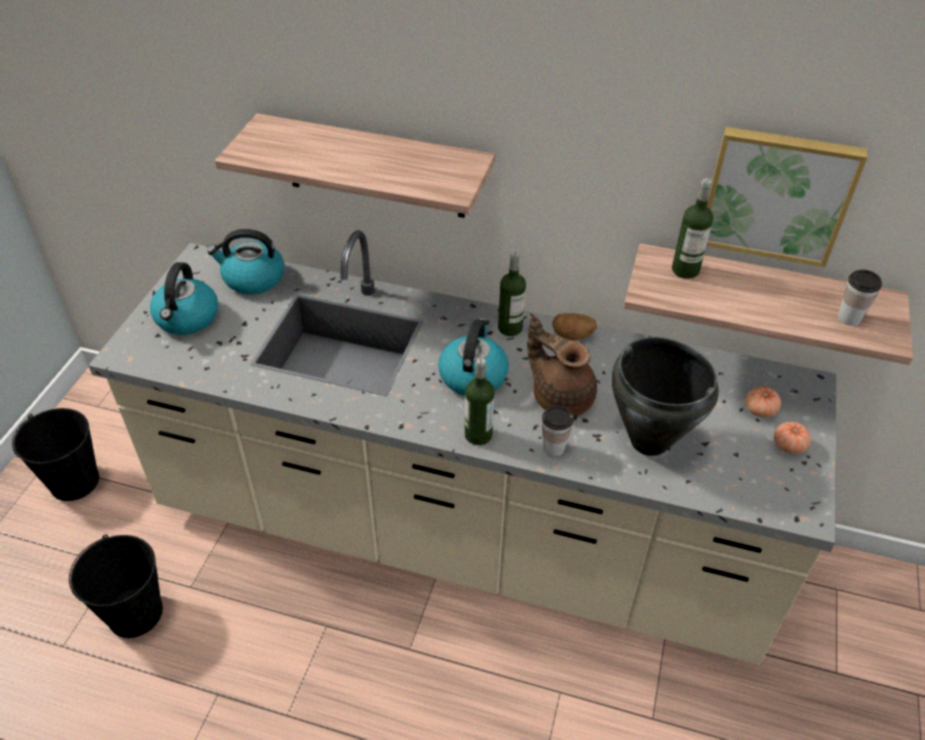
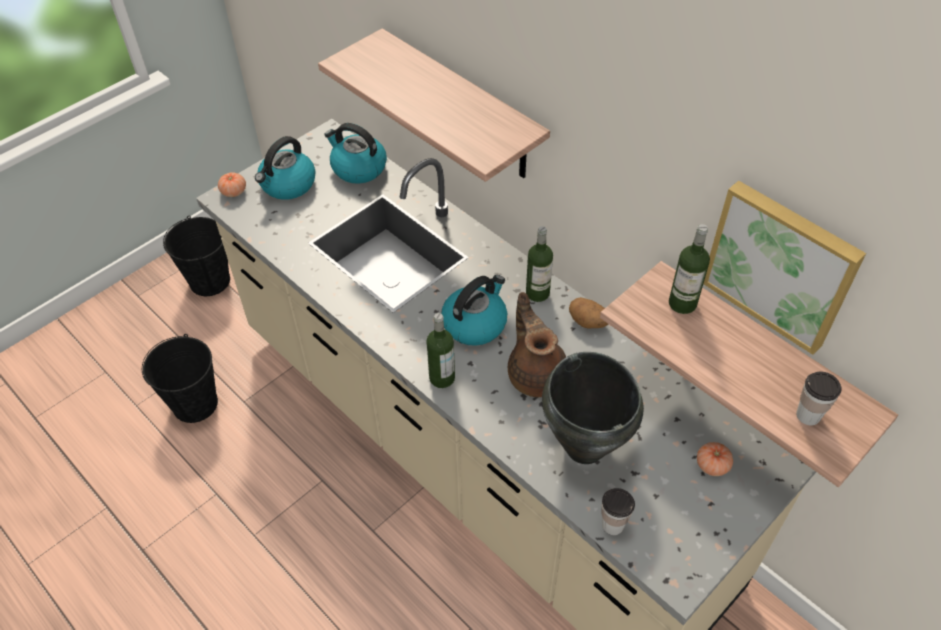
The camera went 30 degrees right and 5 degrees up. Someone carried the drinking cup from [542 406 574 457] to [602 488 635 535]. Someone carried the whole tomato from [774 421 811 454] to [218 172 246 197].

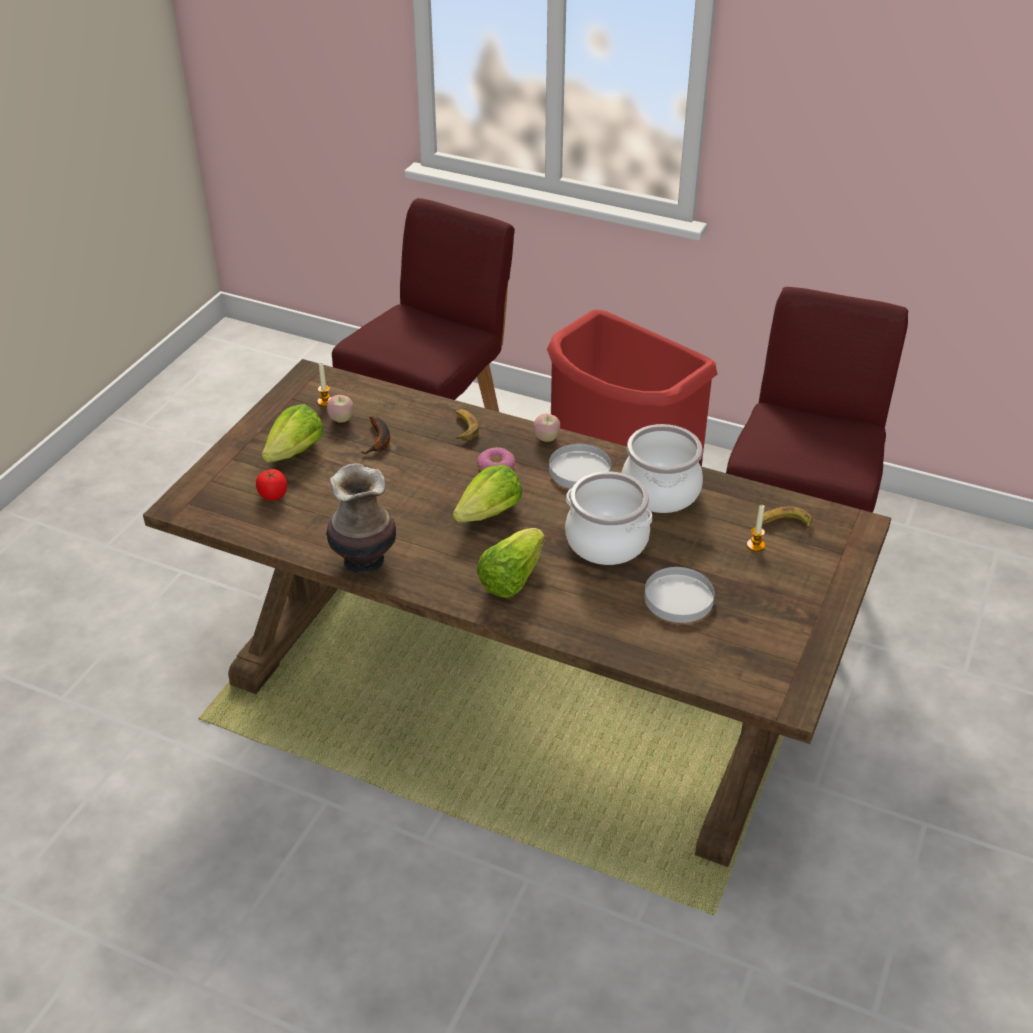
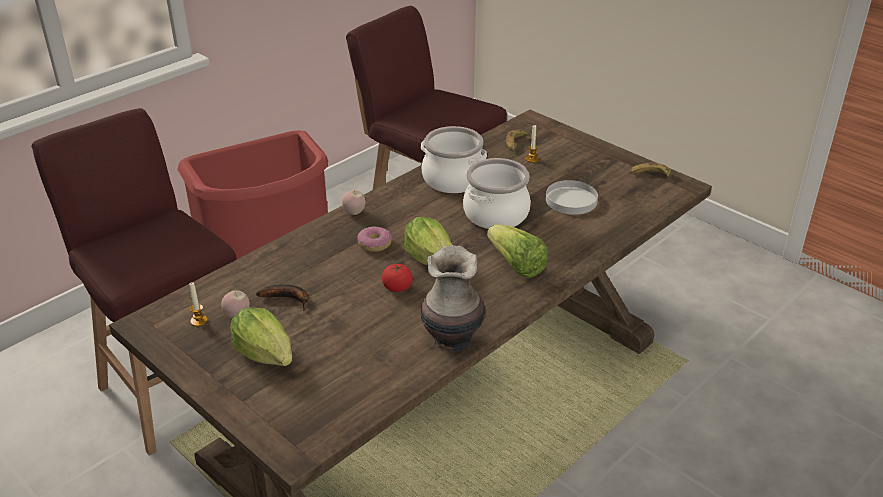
The camera went 70 degrees left and 5 degrees down. Someone carried the whole tomato from [256 469 287 501] to [382 264 413 292]. Someone carried the whole banana from [455 409 479 441] to [630 163 671 179]. Someone took away the dinner plate (white-coloured) at [549 444 611 488].

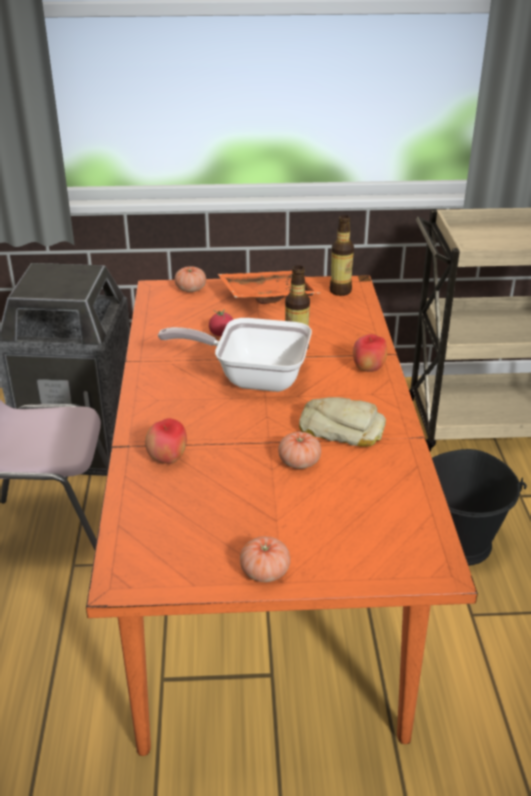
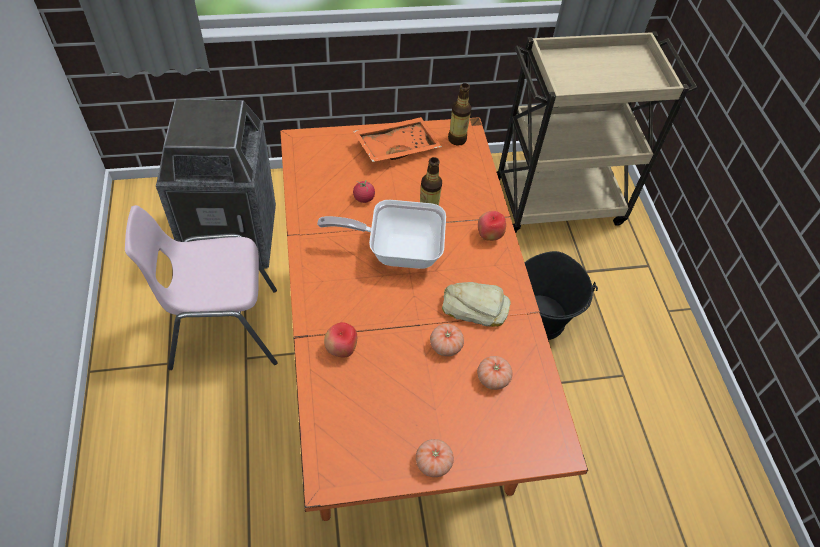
The camera went 10 degrees left and 20 degrees up. Someone carried the whole tomato from [175 266 206 292] to [477 356 513 390].

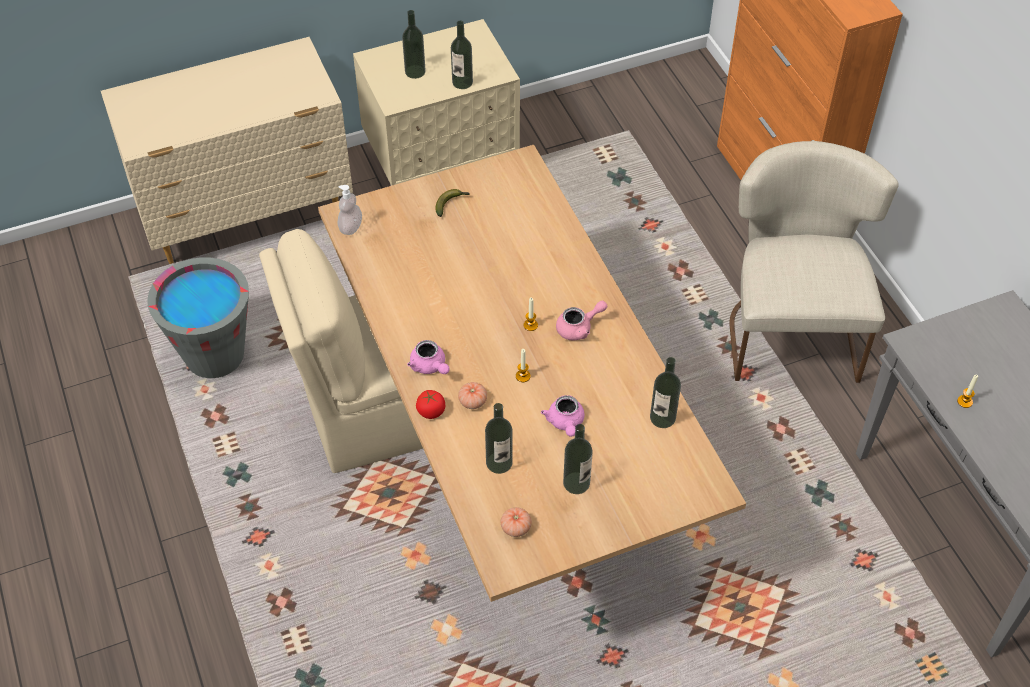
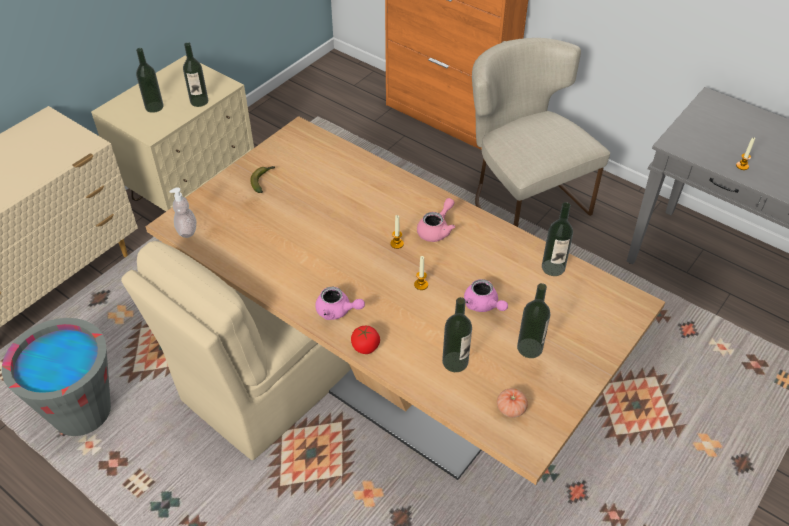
The camera went 30 degrees left and 5 degrees down. Someone took away the whole tomato at [458 382 487 409].

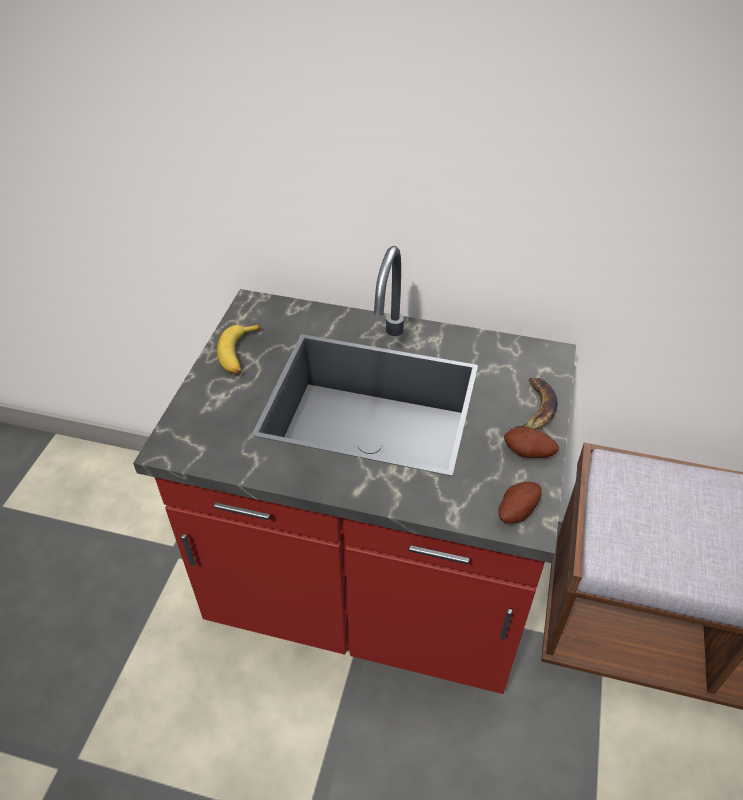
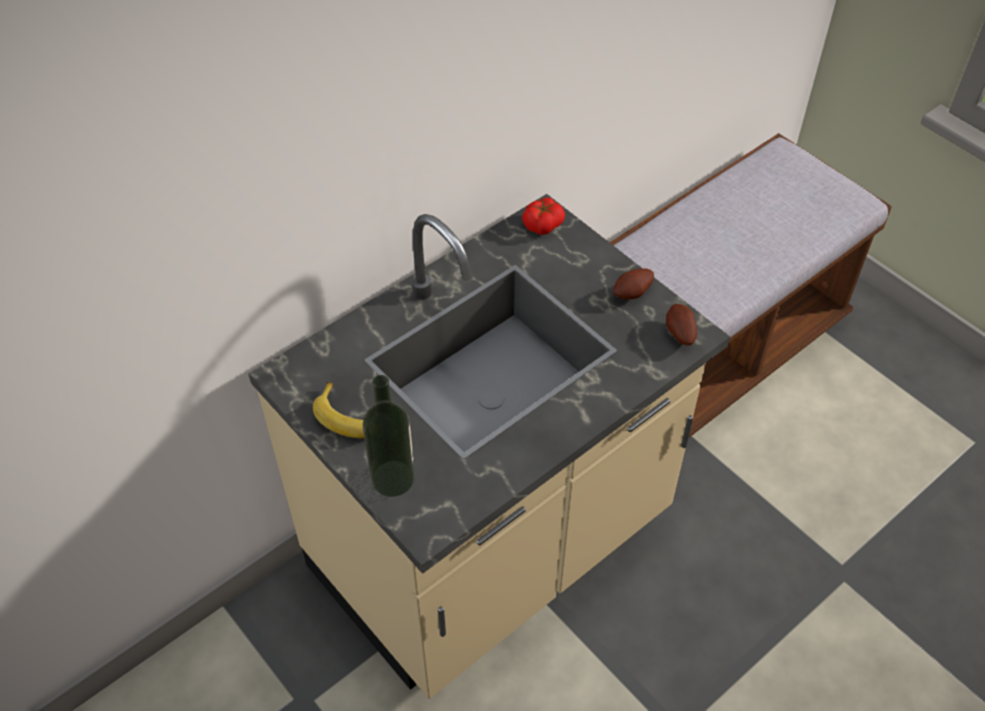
The camera went 55 degrees left and 5 degrees up. Someone repainted the kitchen counter (red) at [133 246 576 694], which became the kitchen counter (beige-coloured) at [248 194 730 699]. Someone took away the whole banana at [510 378 558 430]. Someone put down the drink bottle at [363 375 415 497]. Someone put down the whole tomato at [522 198 565 235].

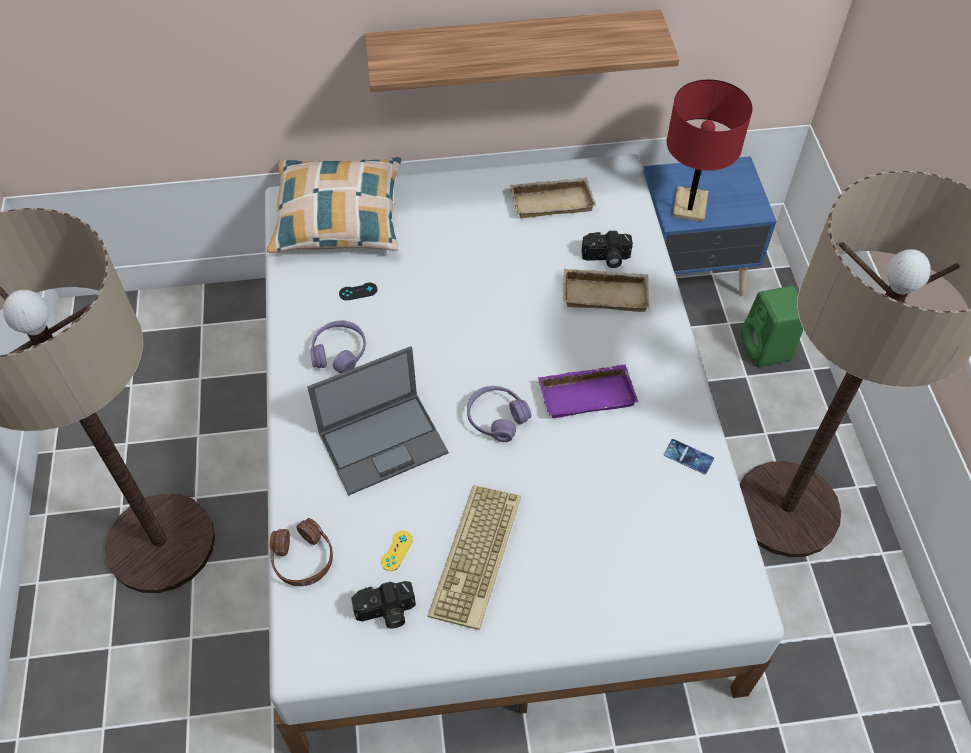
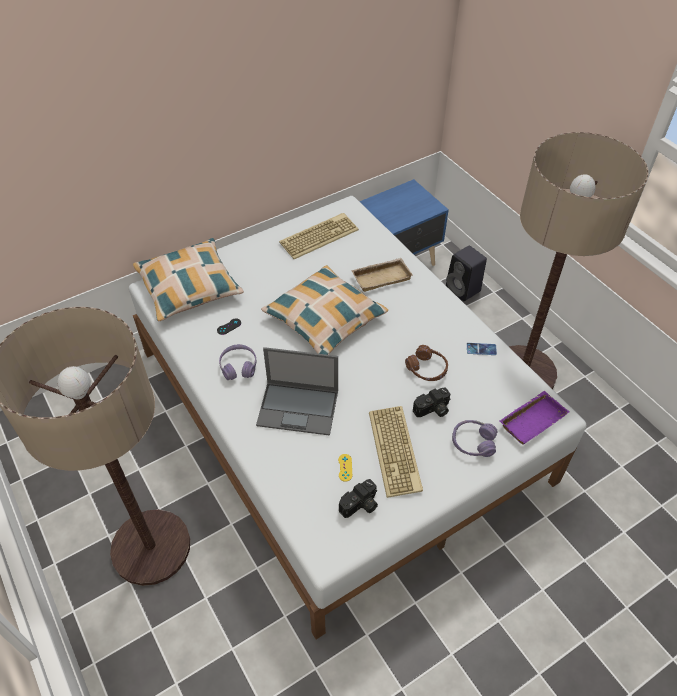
The camera went 25 degrees left and 5 degrees down. Someone carried the pair of headphones (brown) from [270 518 333 586] to [405 345 448 381]. Someone rotated the laptop at [307 346 449 496] by 60 degrees clockwise. Someone took away the bracket shelf at [365 9 679 92]. Someone carried the pair of headphones (purple-coloured) from [467 386 531 442] to [452 420 498 457]. Someone swapped the tray (beige-coloured) at [510 177 596 218] for the PC keyboard at [279 213 359 259]. Someone carried the tray (purple-coloured) from [538 364 639 418] to [500 391 569 445]. Someone carried the still camera from [582 231 633 268] to [413 388 450 417]. Someone took away the table lamp (red) at [667 79 752 222]. Someone repainted the audio speaker (greenish) at [741 286 803 367], which became the audio speaker (black-coloured) at [446 245 487 301]. Someone put down the pillow at [261 265 388 355].

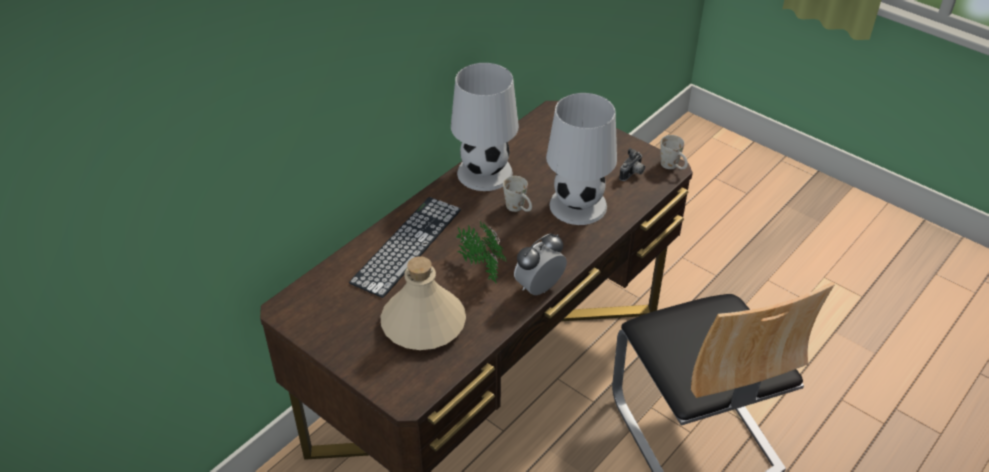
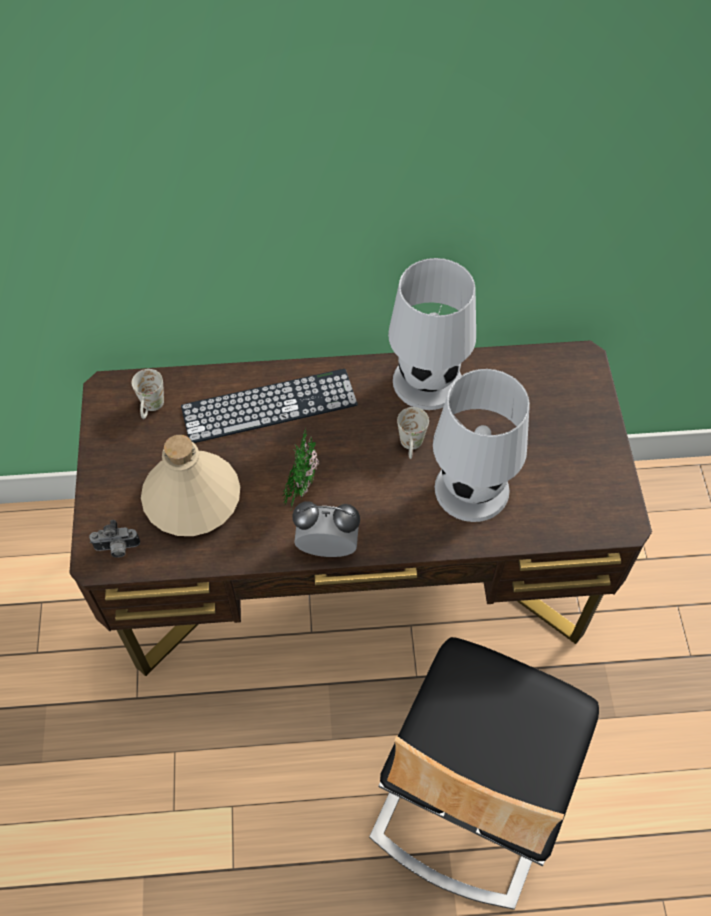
The camera went 45 degrees right and 15 degrees up. Someone carried the still camera from [619 148 645 181] to [89 520 140 558]. Someone carried the tea mug (white-coloured) from [660 135 688 170] to [132 369 164 419].

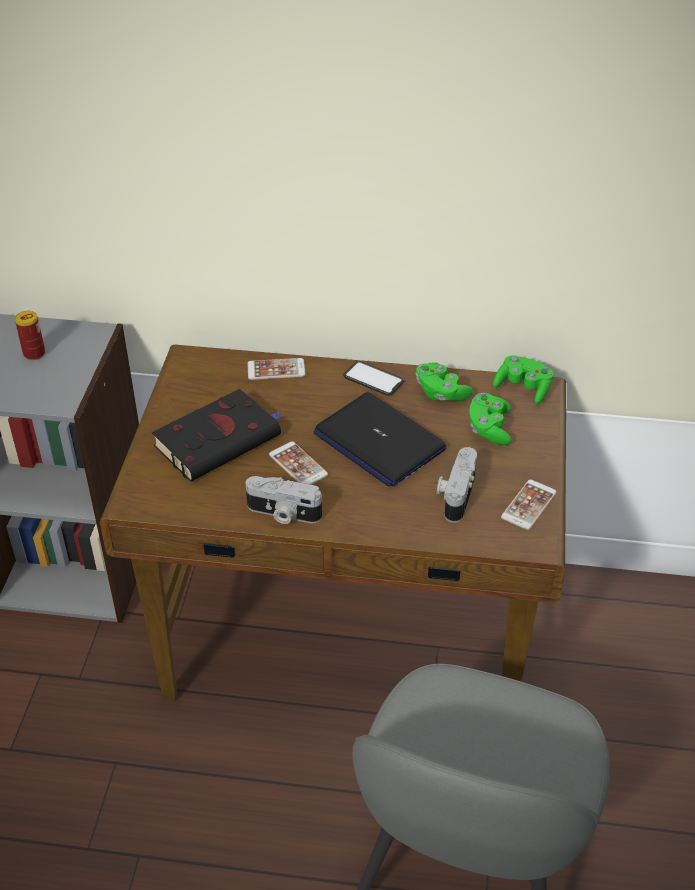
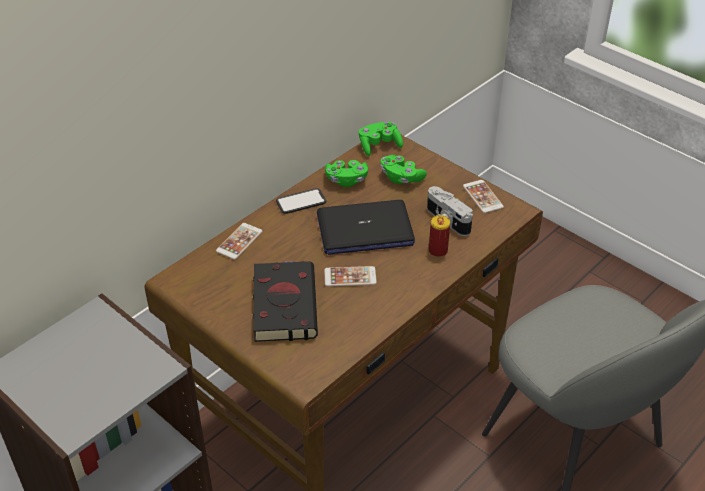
The camera went 55 degrees left and 0 degrees up. Someone carried the can from [15 311 45 360] to [429 215 450 257]. Someone took away the still camera at [245 476 322 524].

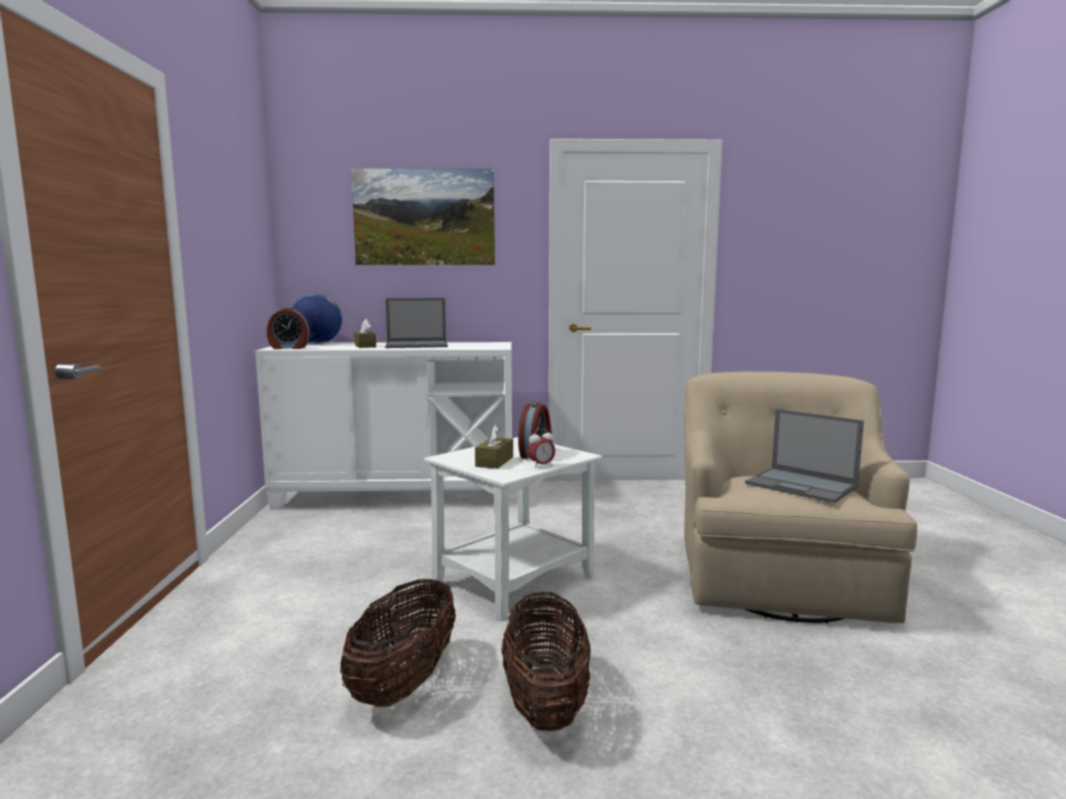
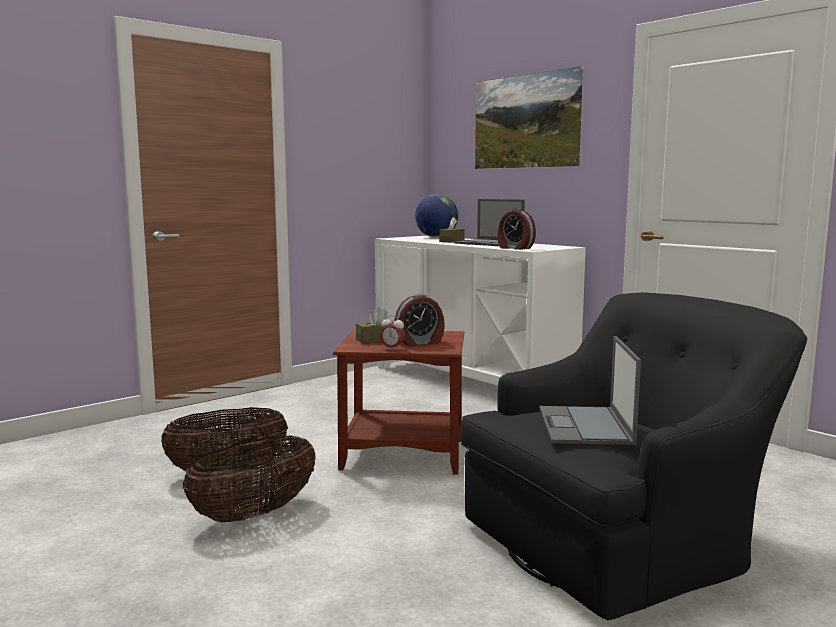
The camera went 50 degrees right and 0 degrees up. Someone carried the table clock from [267 307 310 349] to [497 209 536 250]. Someone repainted the accent table (white-coloured) at [424 437 602 621], which became the accent table (brown) at [333 329 464 475]. Someone repainted the armchair (beige-coloured) at [684 372 917 623], which became the armchair (black-coloured) at [461 292 807 621].

